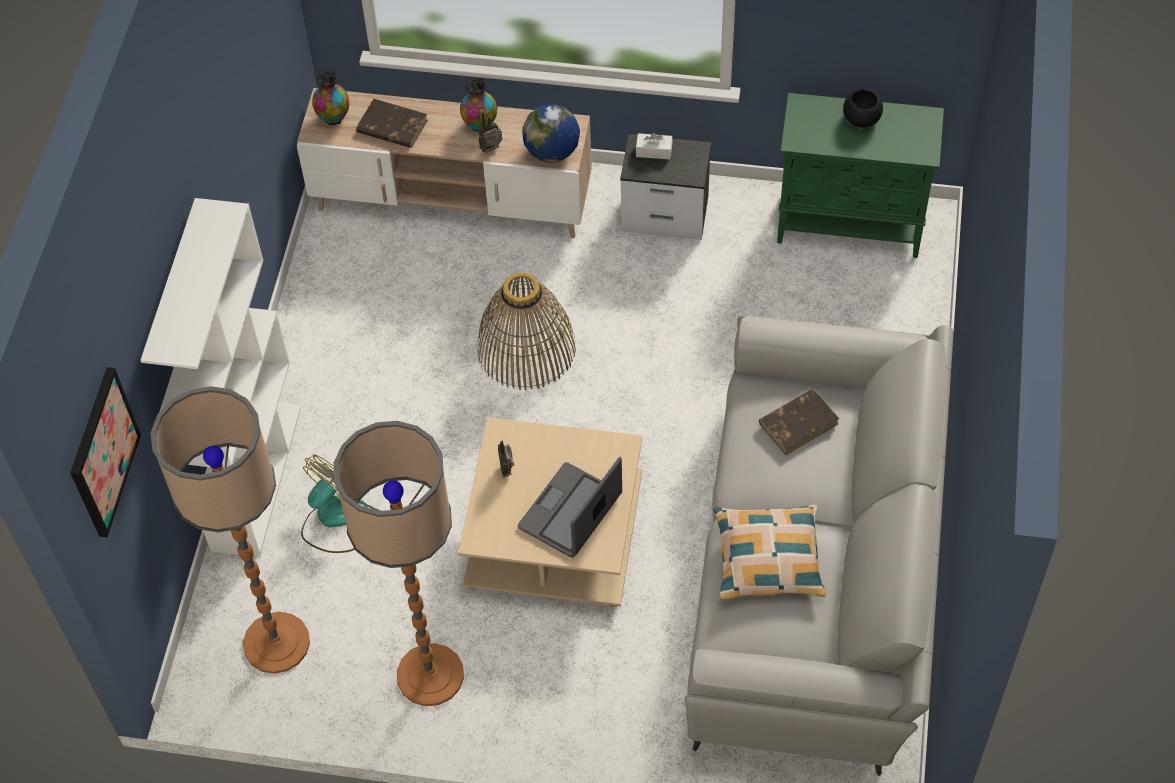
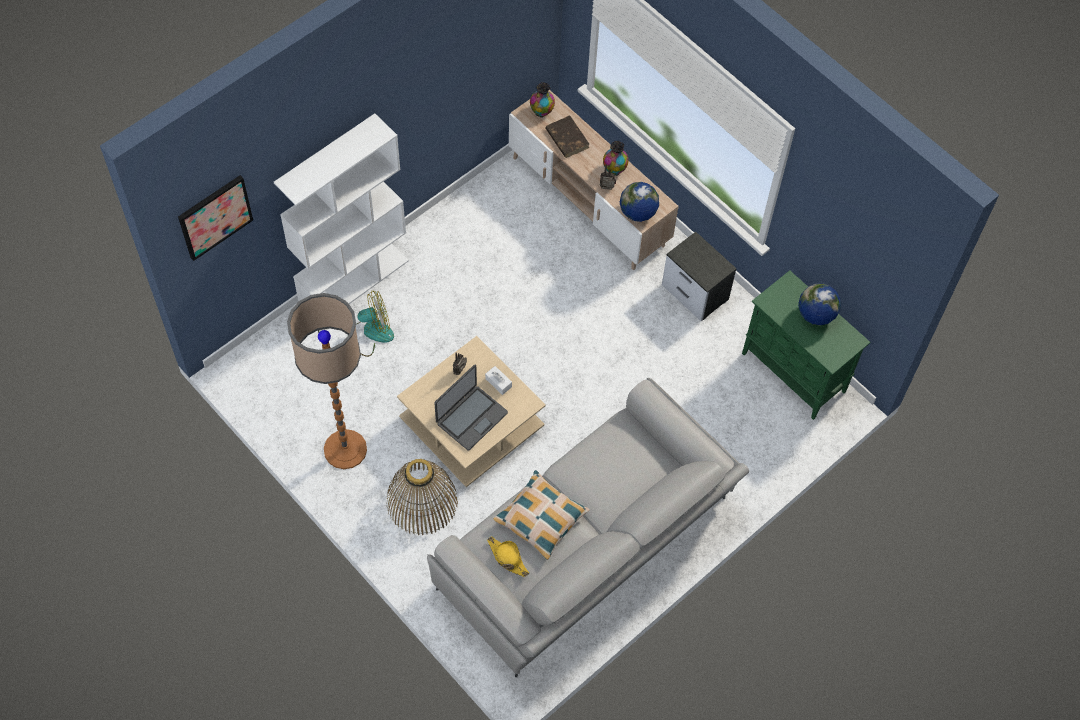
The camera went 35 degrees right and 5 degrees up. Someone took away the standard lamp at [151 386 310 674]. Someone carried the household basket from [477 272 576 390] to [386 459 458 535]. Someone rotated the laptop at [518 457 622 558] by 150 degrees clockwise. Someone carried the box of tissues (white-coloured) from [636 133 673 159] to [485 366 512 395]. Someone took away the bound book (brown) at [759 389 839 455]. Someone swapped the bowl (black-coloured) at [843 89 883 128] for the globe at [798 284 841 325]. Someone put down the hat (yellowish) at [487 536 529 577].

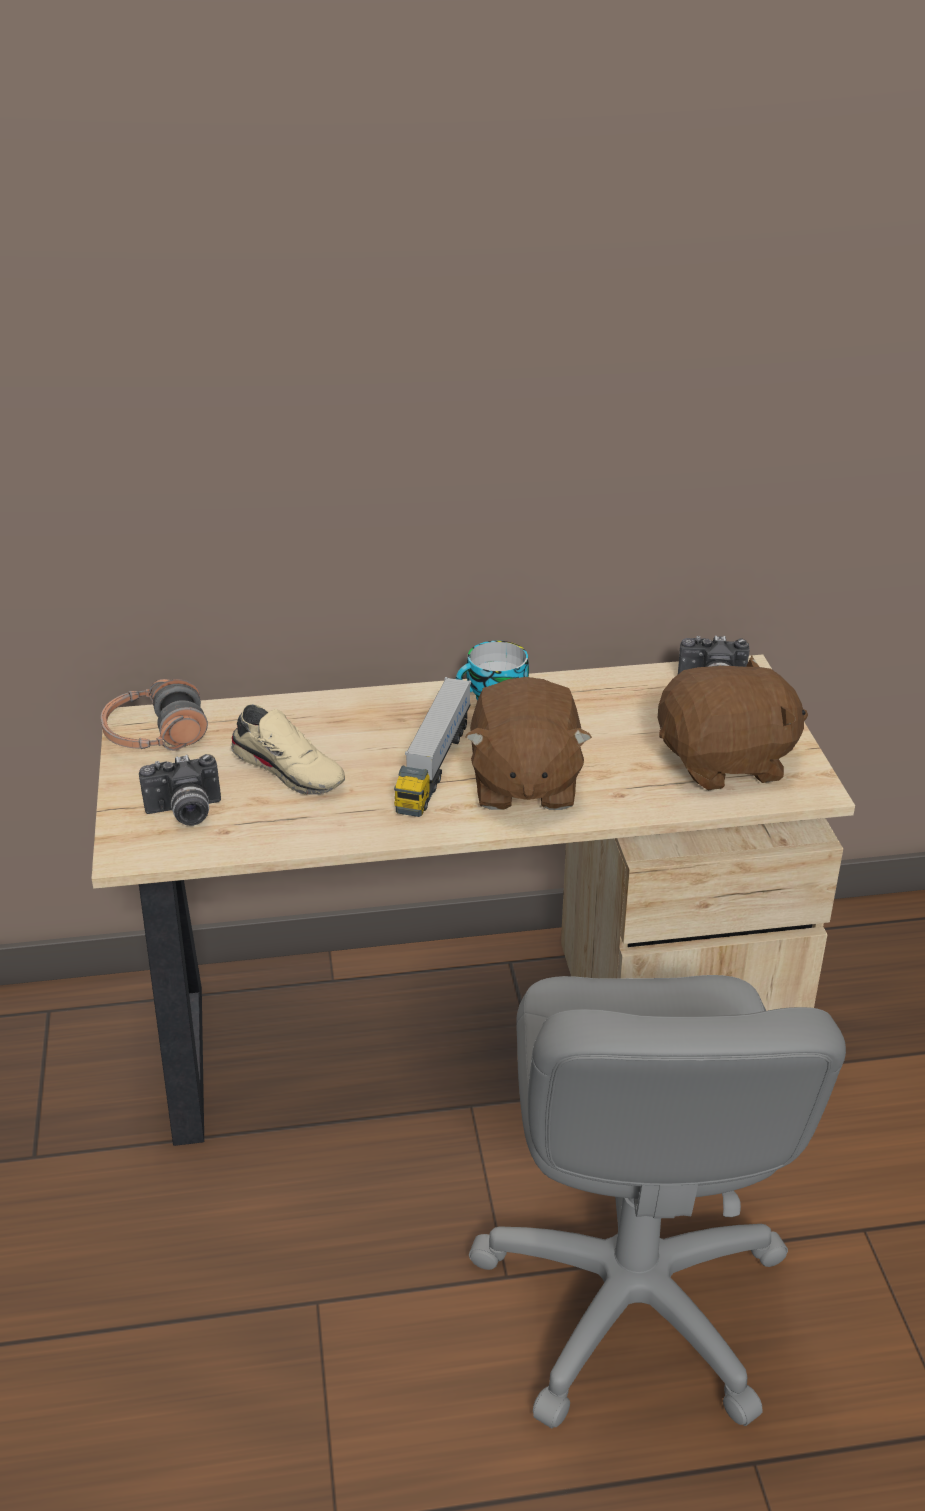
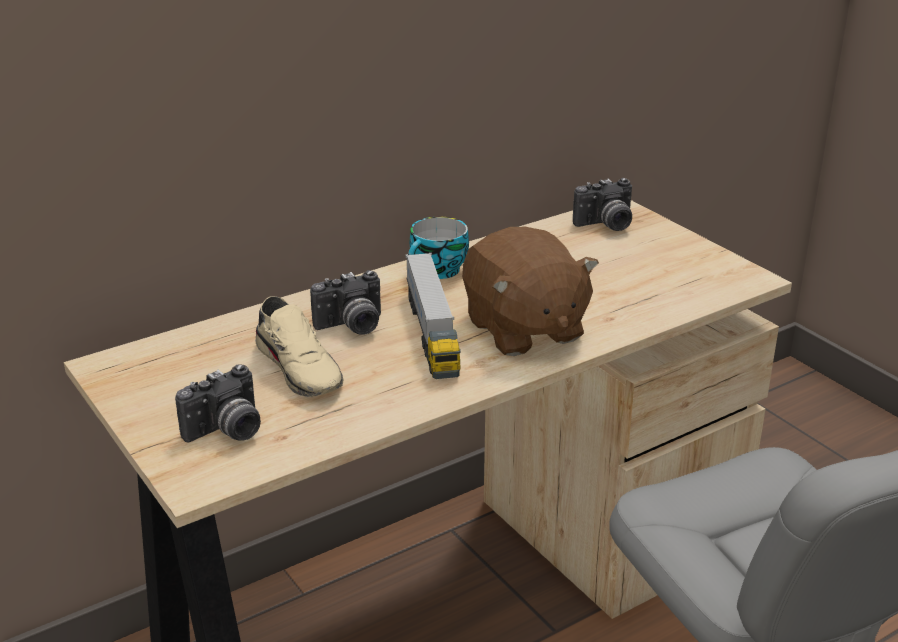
The camera went 25 degrees left and 5 degrees down. Someone took away the pair of headphones at [101 679 208 751]. Someone rotated the low shoe (beige-coloured) at [231 704 345 795] by 45 degrees clockwise. Someone took away the plush toy (brown) at [658 655 808 791]. Someone put down the still camera at [310 270 381 335].

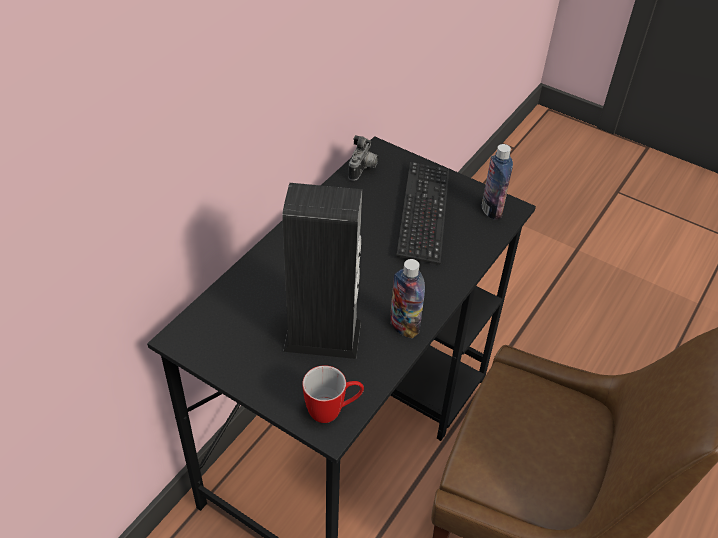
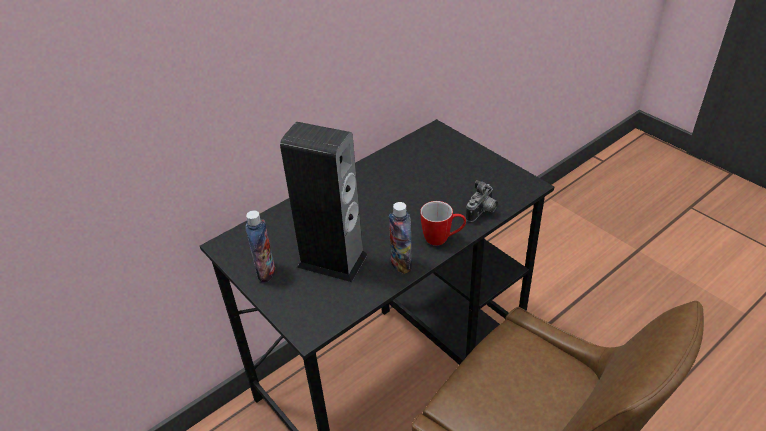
The camera went 20 degrees right and 5 degrees down. Someone carried the tea mug from [303 365 364 423] to [420 201 466 246]. Someone carried the still camera from [348 135 379 181] to [466 180 498 222]. Someone took away the PC keyboard at [397 162 449 265]. Someone carried the drink bottle from [482 144 513 220] to [245 210 275 282].

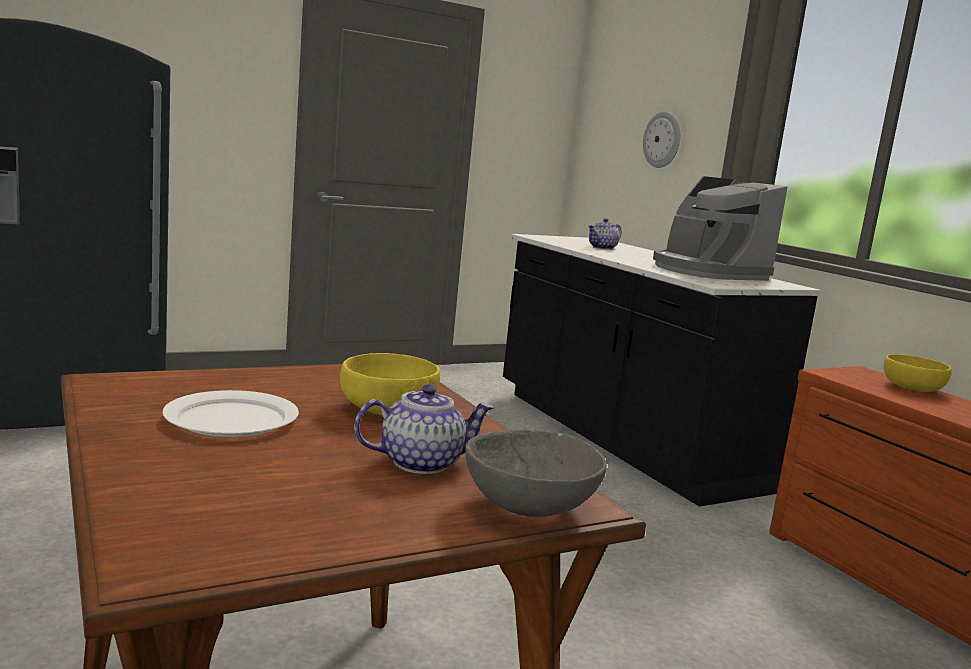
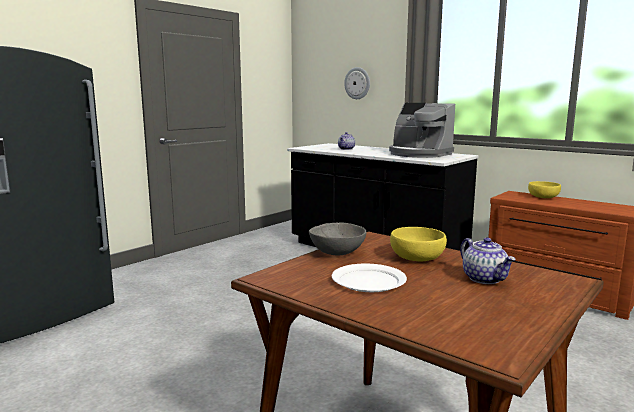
The camera went 20 degrees left and 0 degrees up. Someone rotated the teapot at [354 384 494 474] by 105 degrees clockwise. Someone carried the bowl (greyish) from [465 429 607 517] to [309 222 366 255].

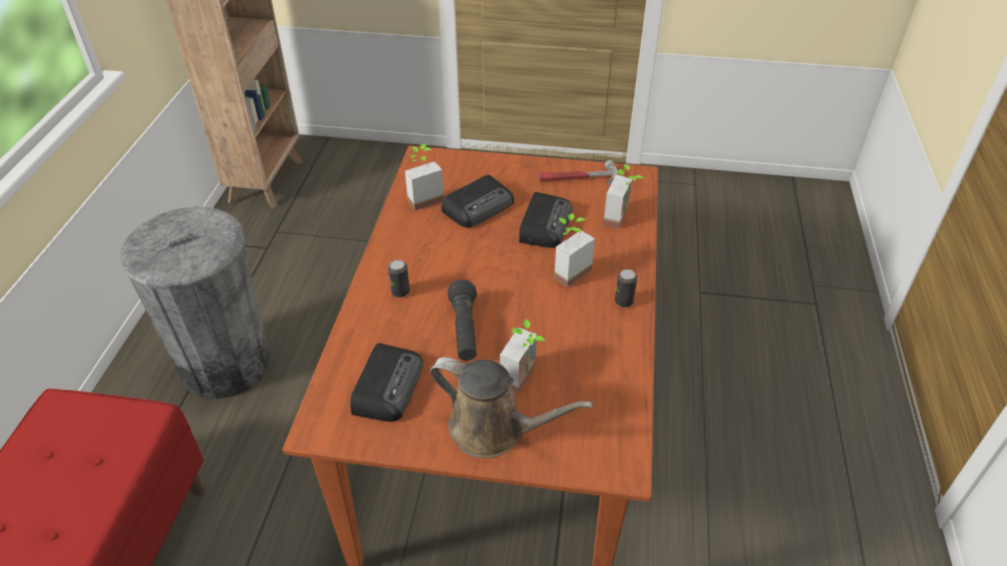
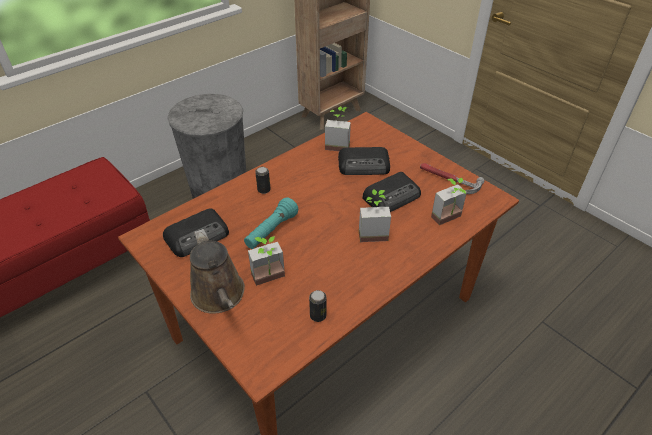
The camera went 40 degrees right and 0 degrees up. Someone repainted the hand torch (black-coloured) at [448 280 477 361], which became the hand torch (turquoise) at [244 198 298 249]. Someone carried the can from [615 269 637 307] to [309 290 327 322].

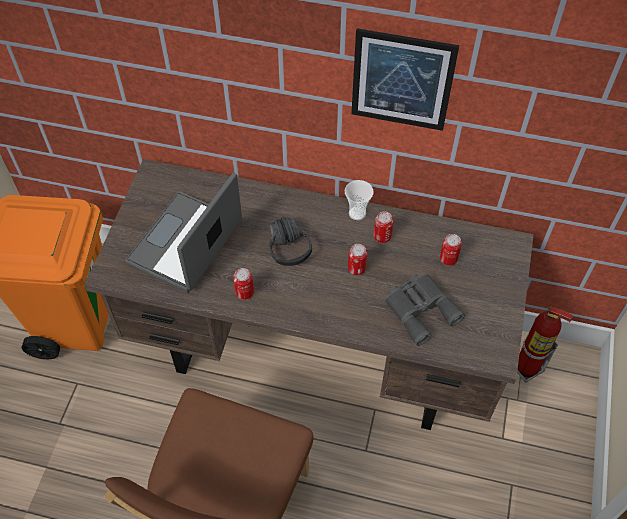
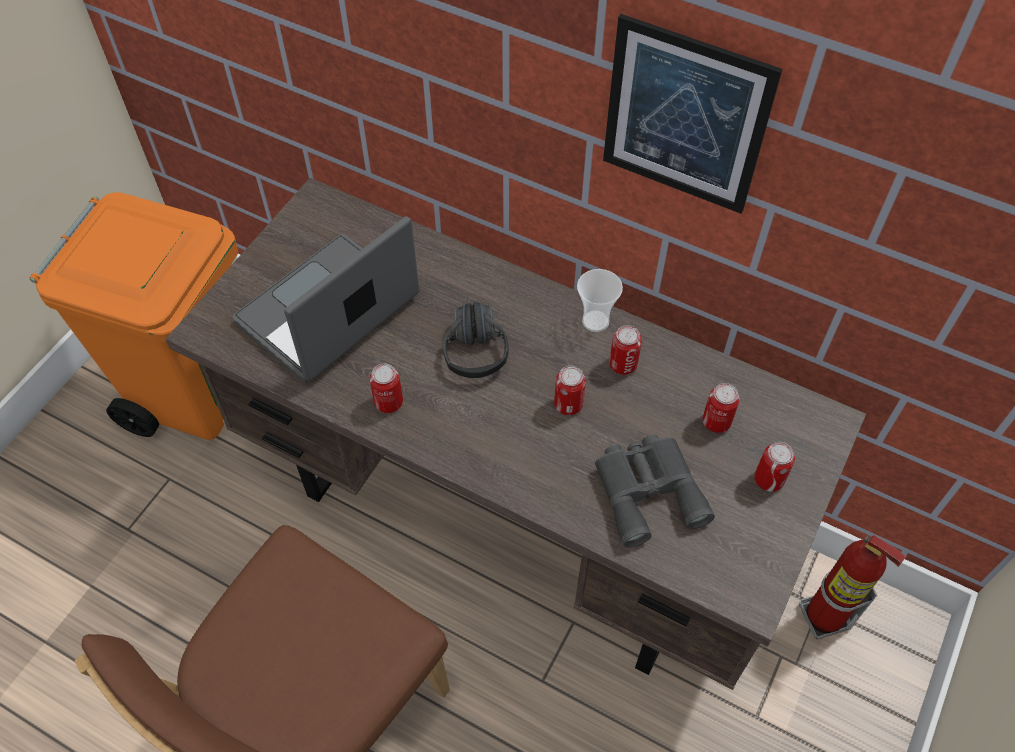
The camera went 15 degrees right and 0 degrees up. Someone put down the can at [754 442 795 492].

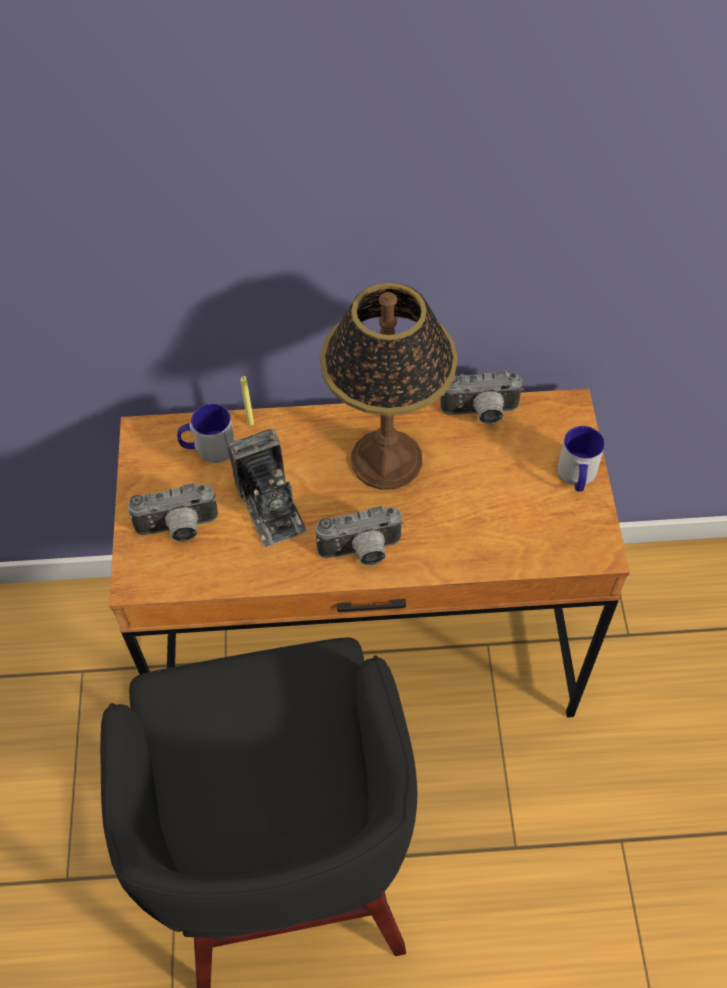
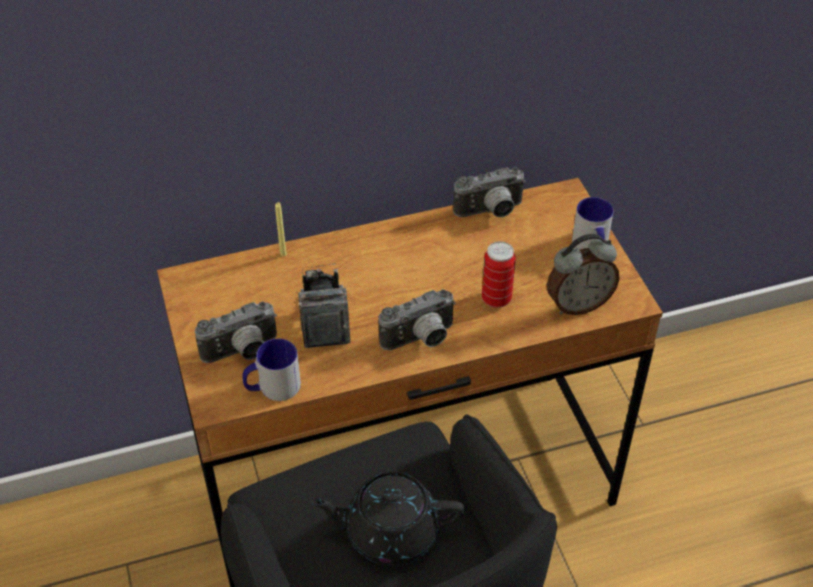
The camera went 15 degrees left and 10 degrees down. Someone carried the tea mug from [177 403 235 463] to [242 339 301 401]. Someone rotated the still camera at [228 429 307 548] by 150 degrees counterclockwise. Someone took away the table lamp at [320 282 458 490]. Someone put down the teapot (black-coloured) at [310 472 465 565]. Someone put down the can at [482 241 516 308]. Someone put down the table clock at [547 234 620 315].

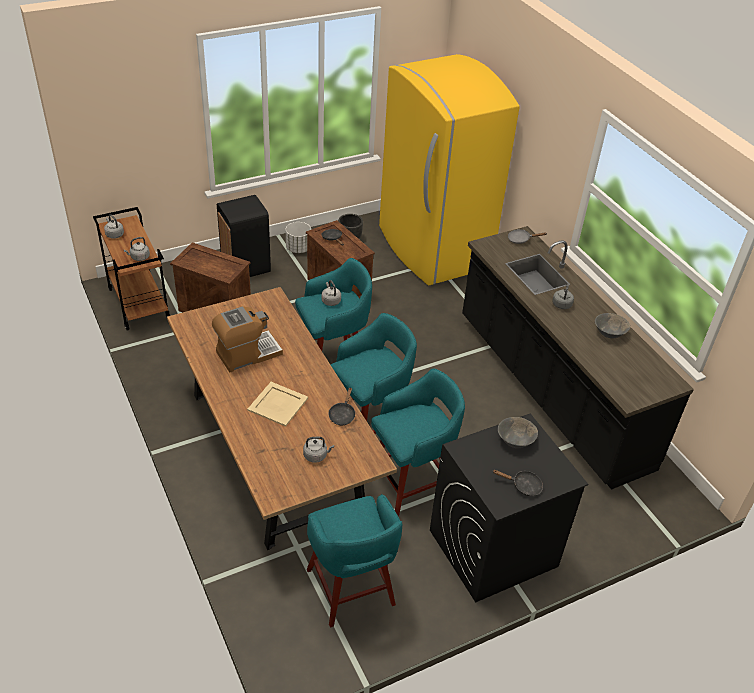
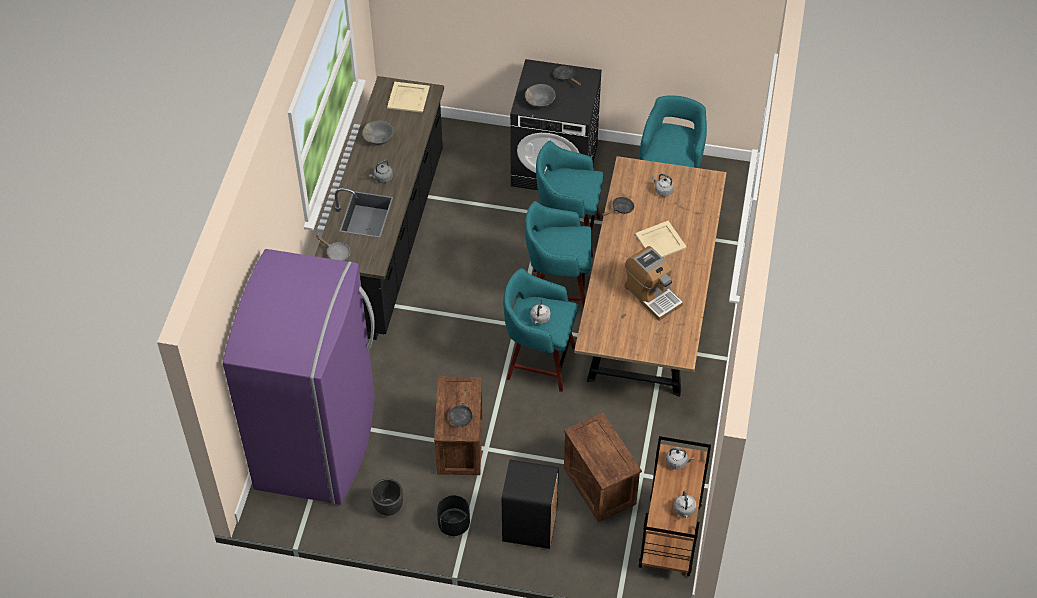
The camera went 140 degrees left and 10 degrees up. Someone rotated the coffee machine at [212 306 283 372] by 135 degrees counterclockwise. Someone repainted the planter (white-coloured) at [286 222 311 253], which became the planter (black-coloured) at [437 495 470 536]. Someone repainted the kitchen fridge (yellowish) at [379 54 520 285], which became the kitchen fridge (purple-coloured) at [223 249 375 505]. Someone put down the tray (beige-coloured) at [387 82 430 113].

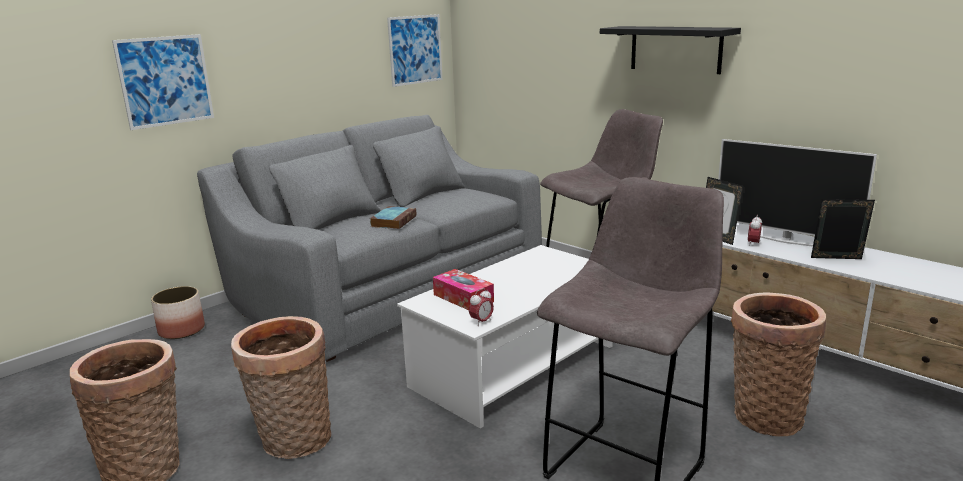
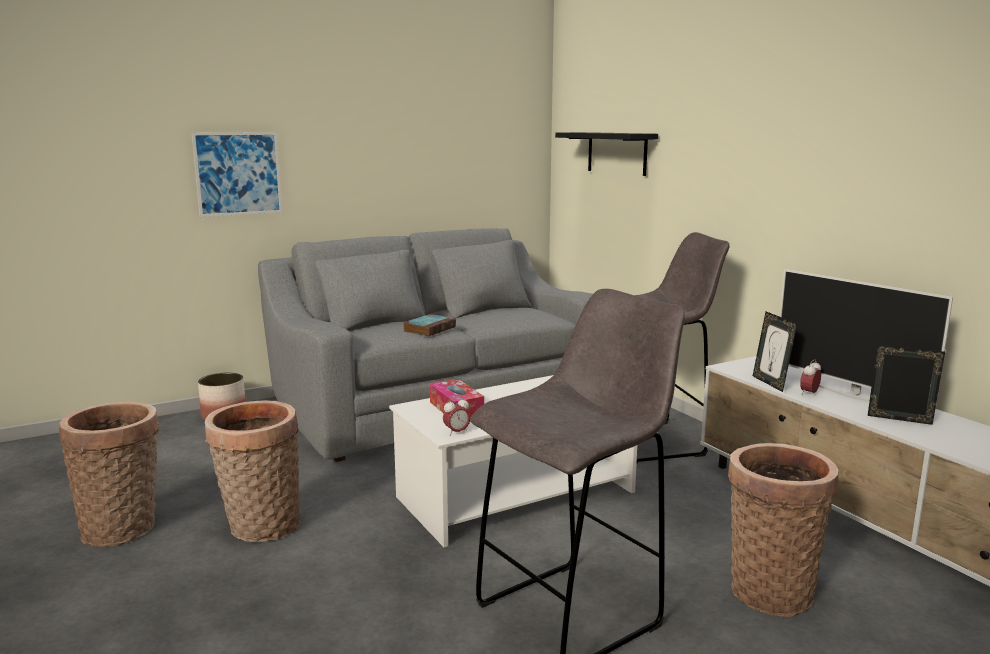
The camera went 15 degrees right and 5 degrees down. Someone took away the picture at [387 14 442 87]. Someone carried the bracket shelf (black-coloured) from [600 26 741 74] to [555 132 658 176].

